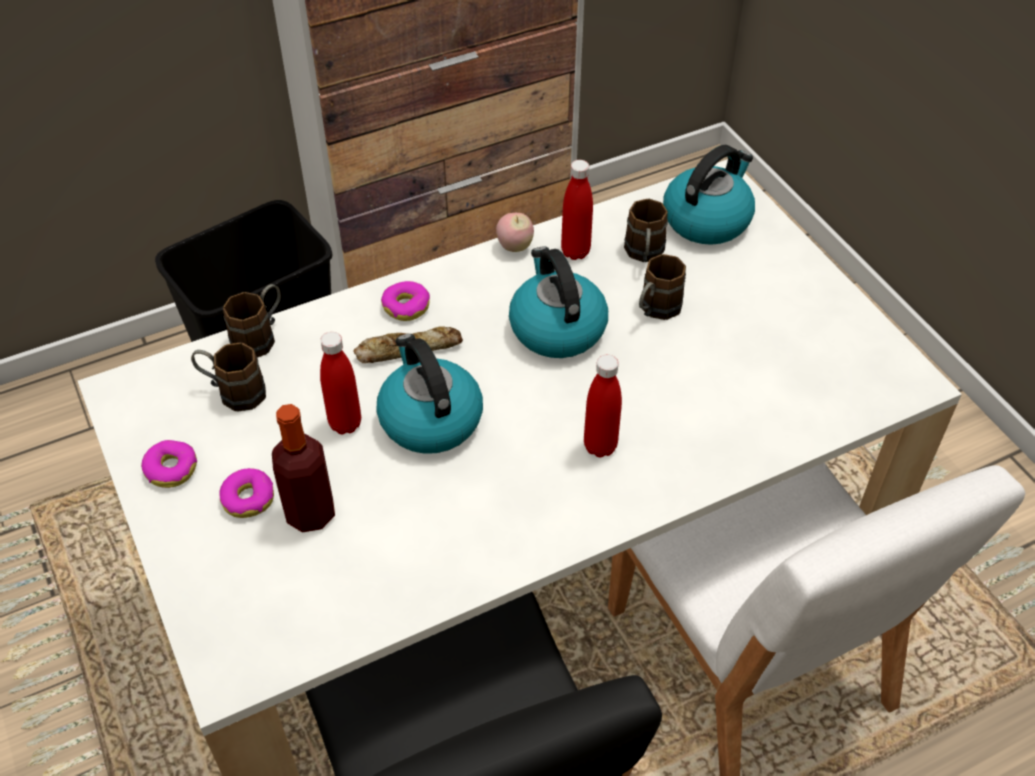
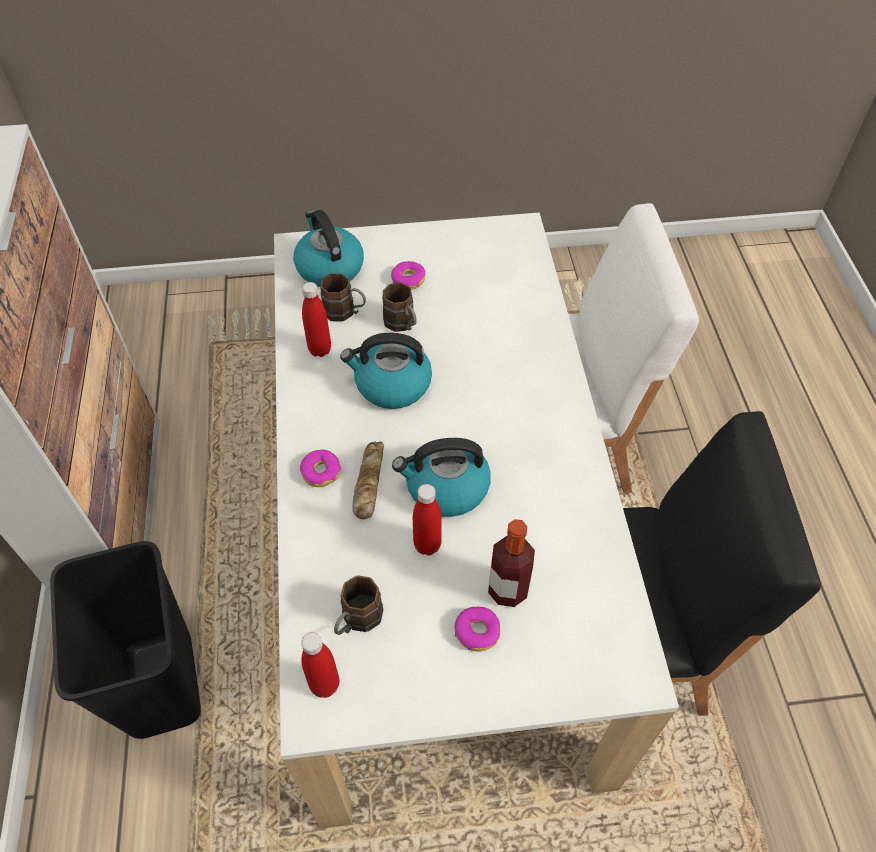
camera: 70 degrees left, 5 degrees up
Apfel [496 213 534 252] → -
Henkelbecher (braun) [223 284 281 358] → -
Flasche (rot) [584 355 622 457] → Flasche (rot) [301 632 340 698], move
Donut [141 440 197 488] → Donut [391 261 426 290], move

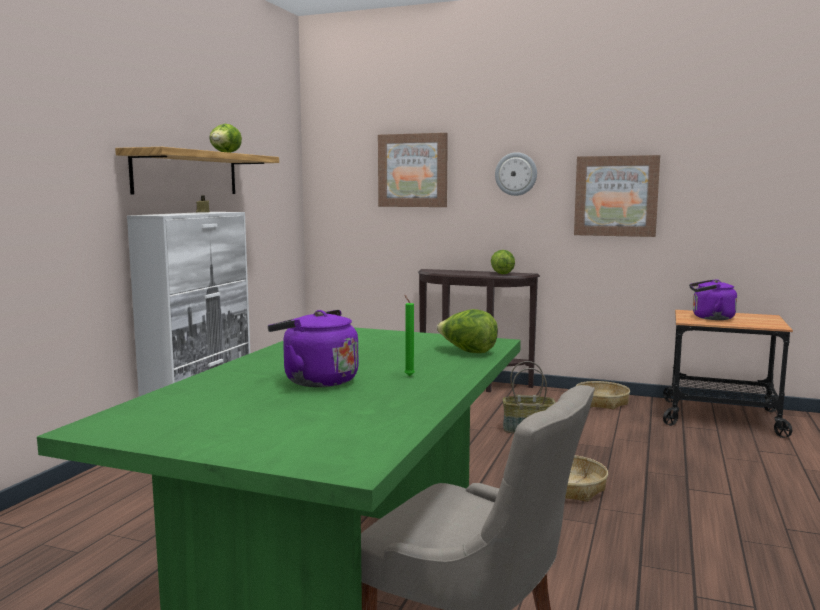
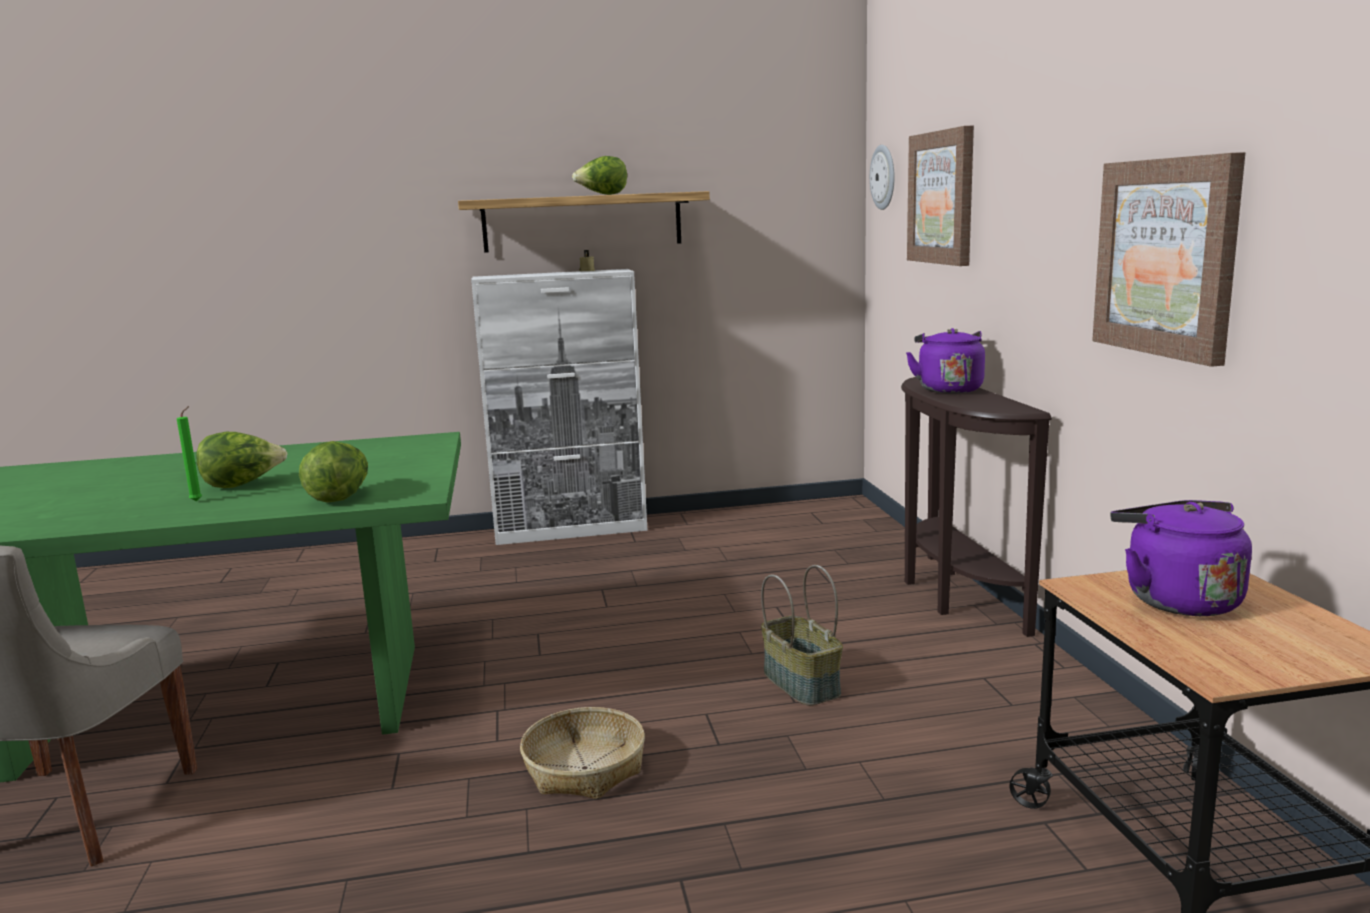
camera: 60 degrees right, 5 degrees up
Wanduhr [495 152 537 196] → Wanduhr [870 145 895 210], move
Salatkopf [491 250 515 274] → Salatkopf [197 432 288 488], move
Wasserkessel (lila) [268 310 358 387] → Wasserkessel (lila) [906 328 985 394], move
Korb [576 381 630 410] → -

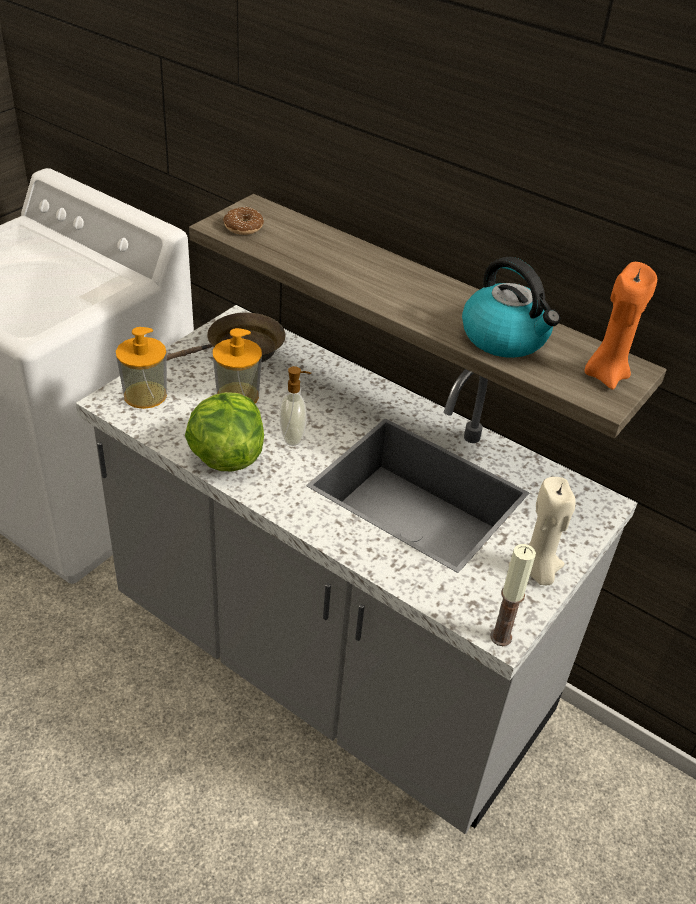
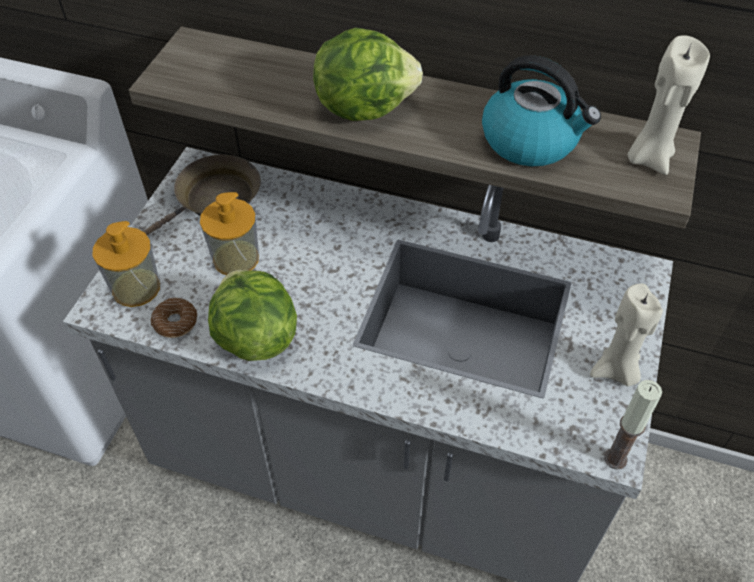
camera: 15 degrees left, 10 degrees up
Donut [223 207 264 235] → Donut [151 298 197 338], move
Kerze (orange) [585 262 657 390] → Kerze (beige) [628 35 710 175]
Seifenspender [280 366 311 446] → -
- → Salatkopf [313 28 423 121]

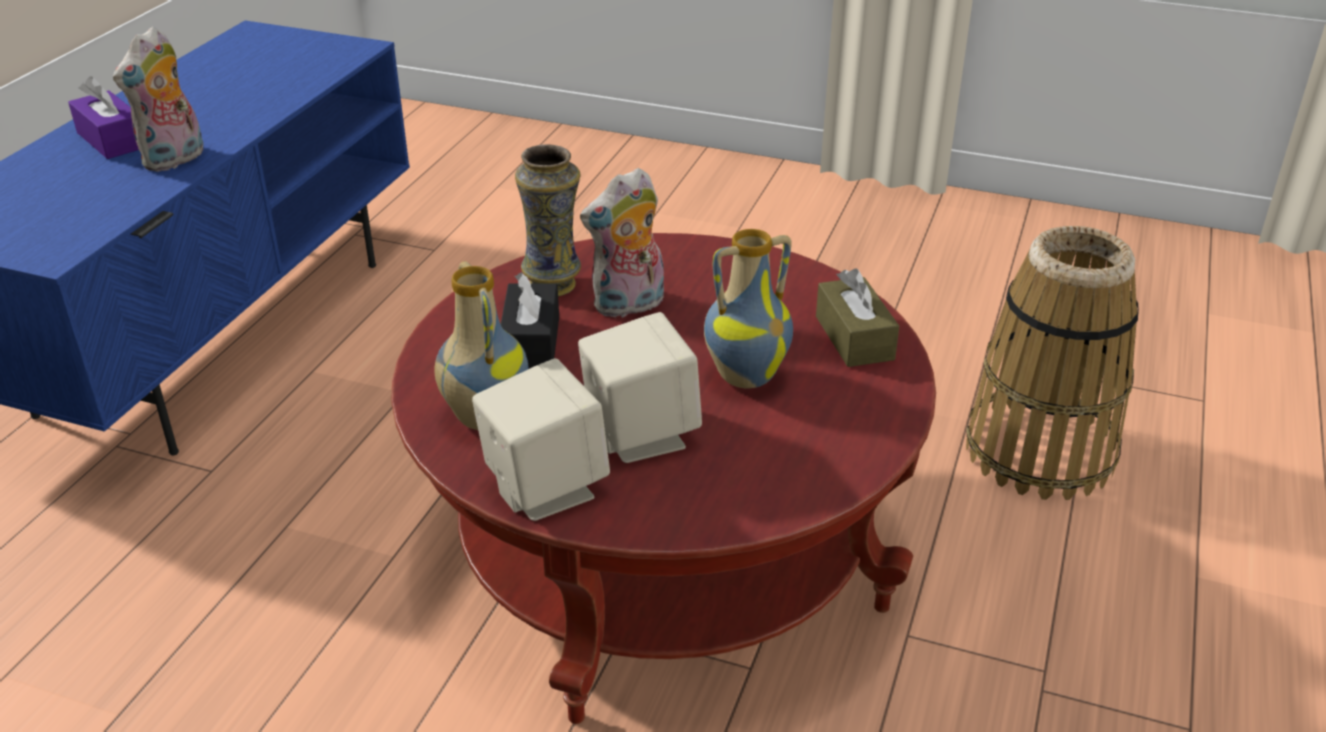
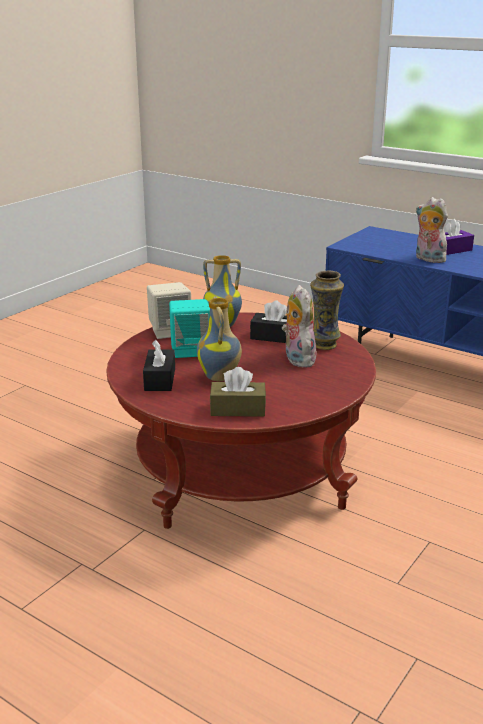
camera: 105 degrees right, 10 degrees down
Korb [966 226 1139 500] → -
Lautsprecher (beige) [578 312 702 463] → Lautsprecher (türkis) [169 299 210 358]
- → Taschentuchbox (schwarz) [143 340 175 391]

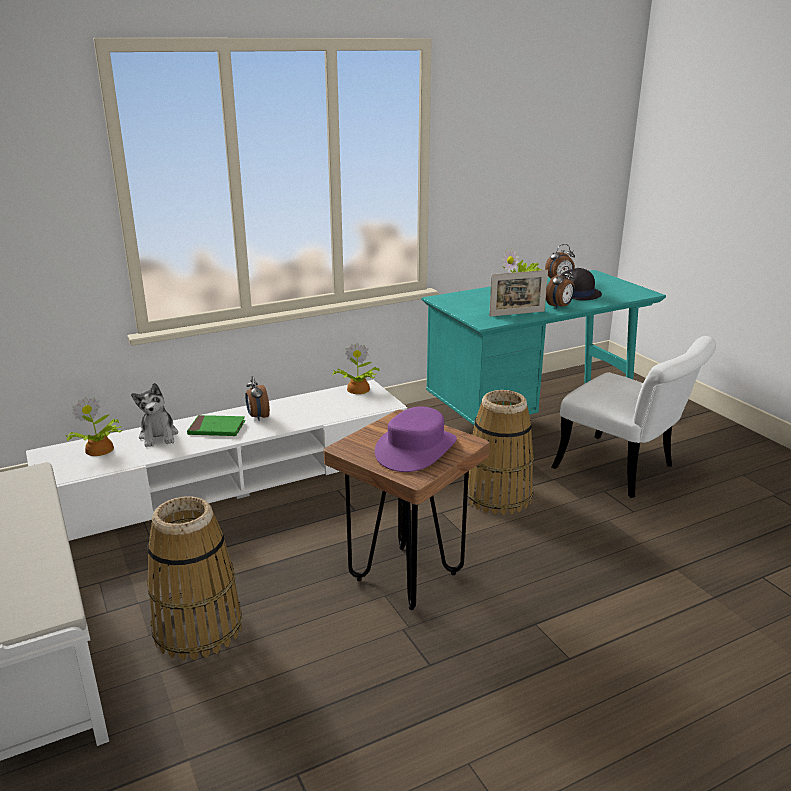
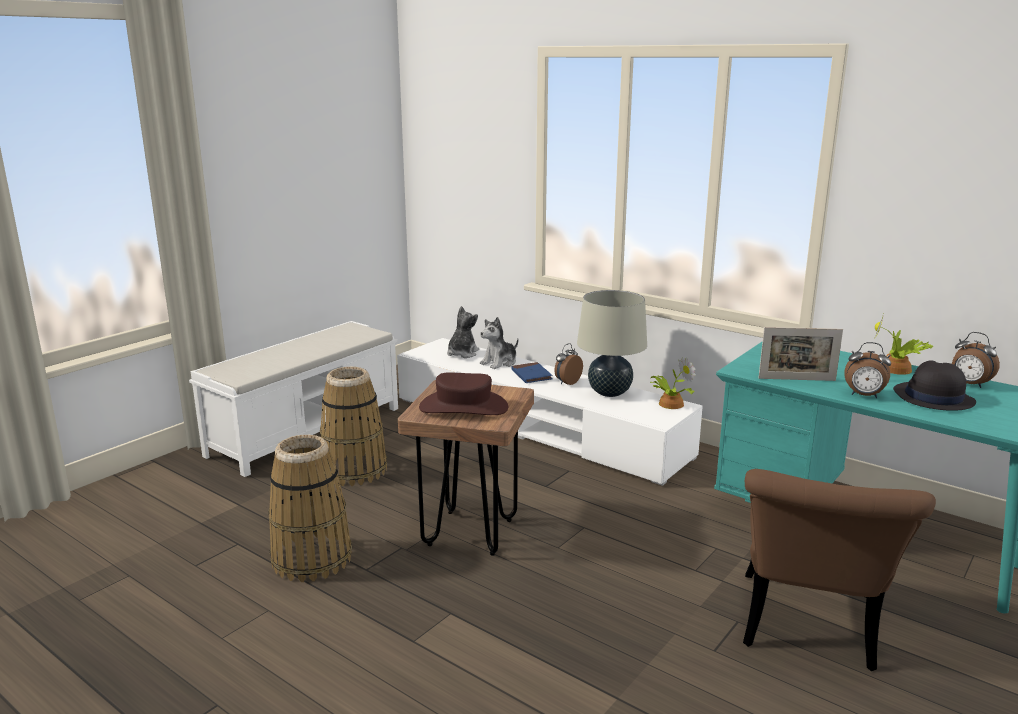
camera: 65 degrees right, 5 degrees down
Bilderrahmen [489 270 548 317] → Bilderrahmen [759 327 843 381], 45 degrees counterclockwise
Stuhl (weiß) [551 336 716 498] → Stuhl (braun) [743 469 936 671]
Korb [467 390 534 515] → Korb [268 435 352 582], move
Topfpflanze [65 397 122 456] → Plüschtier [447 306 479 358]
Hut (lila) [375 407 457 472] → Hut (braun) [419 372 508 415]
Buch (grün) [187 415 246 436] → Buch (blau) [511 362 553 383]
- → Tischlampe (beige) [577 290 647 397]

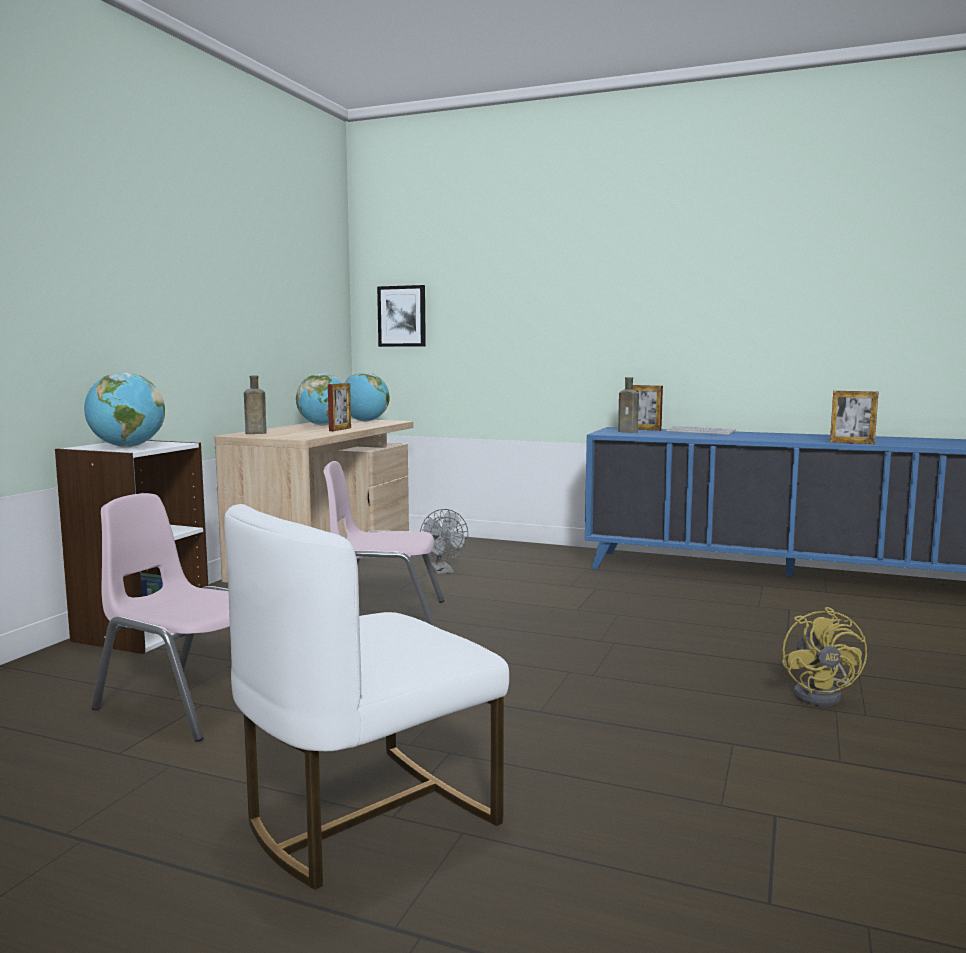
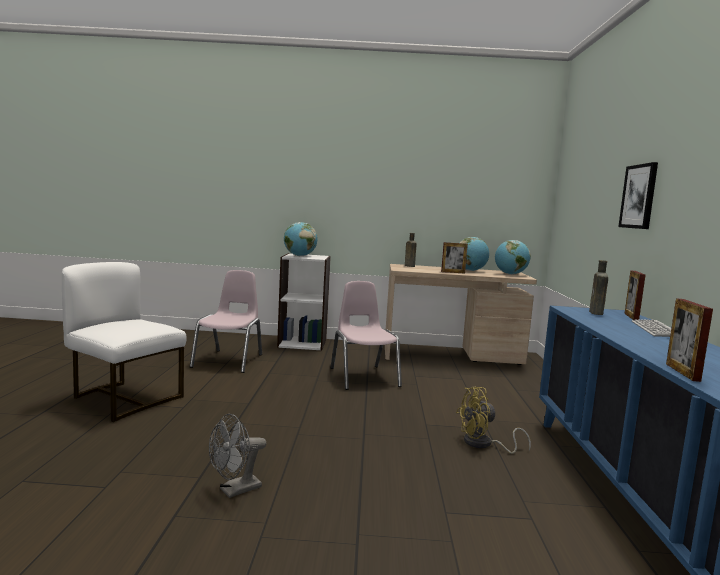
camera: 70 degrees right, 0 degrees up
Bild [377 285 426 347] → Bild [618 162 658 229], move
Ventilator (grau) [420 509 468 574] → Ventilator (grau) [209 414 266 498], move
Ventilator (gelb) [782 607 867 706] → Ventilator (gelb) [456 387 531 454], move

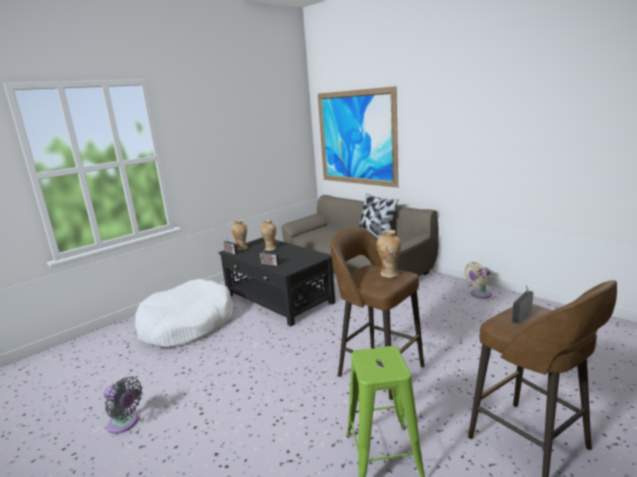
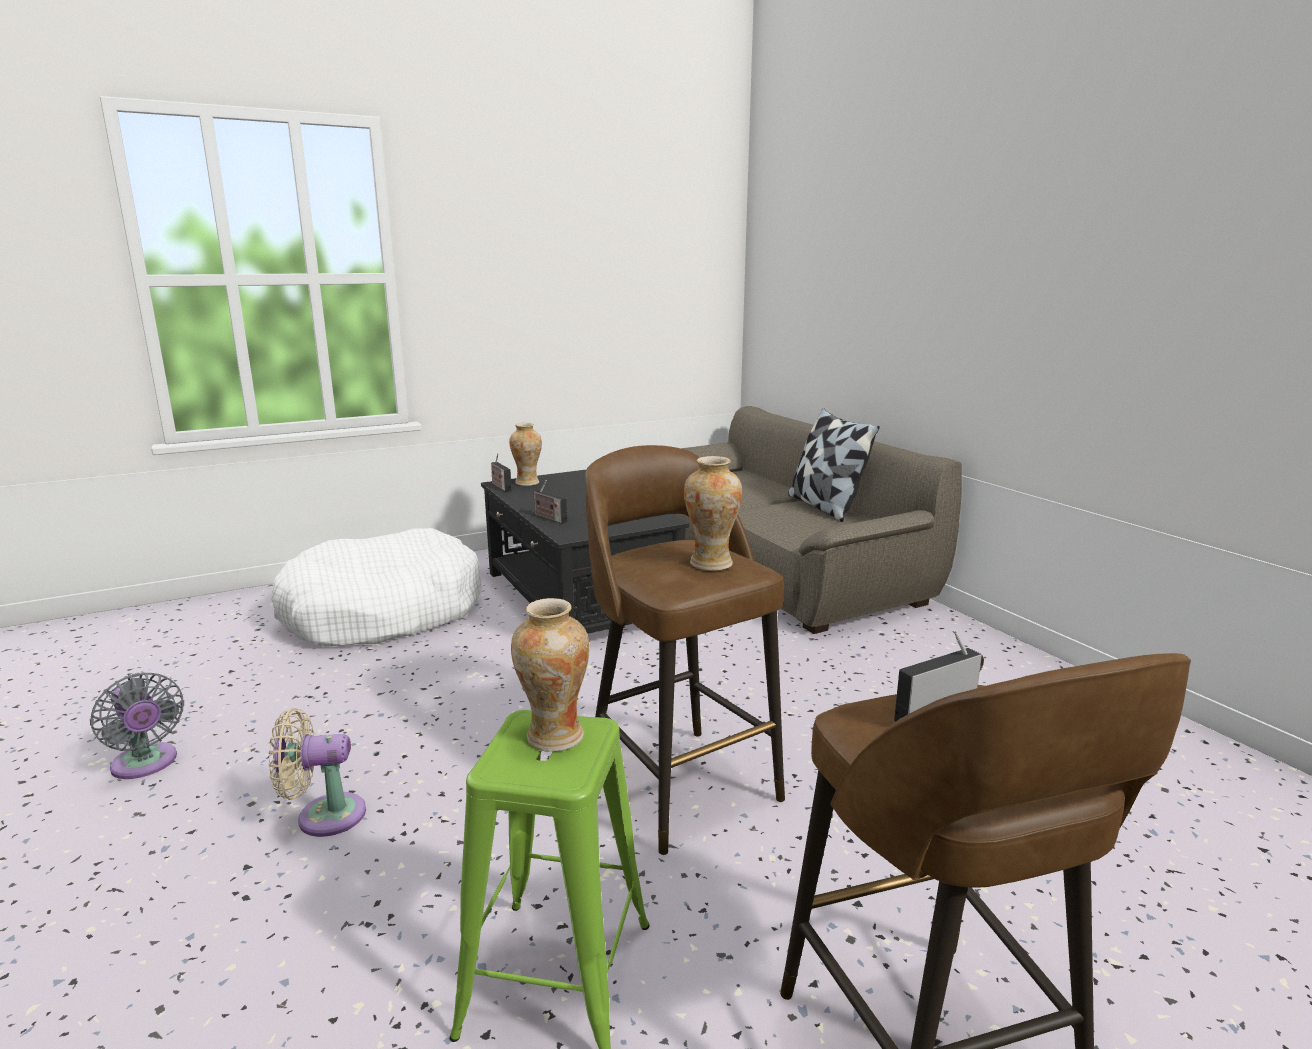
camera: 15 degrees right, 0 degrees up
Bild [318 86 398 188] → -
Vase [260 220 276 251] → Vase [511 598 590 752], move
Ventilator (beige) [464 262 492 299] → Ventilator (beige) [269 708 366 837], move

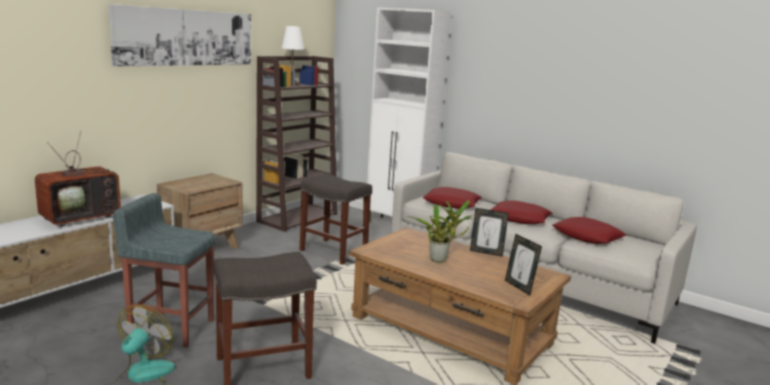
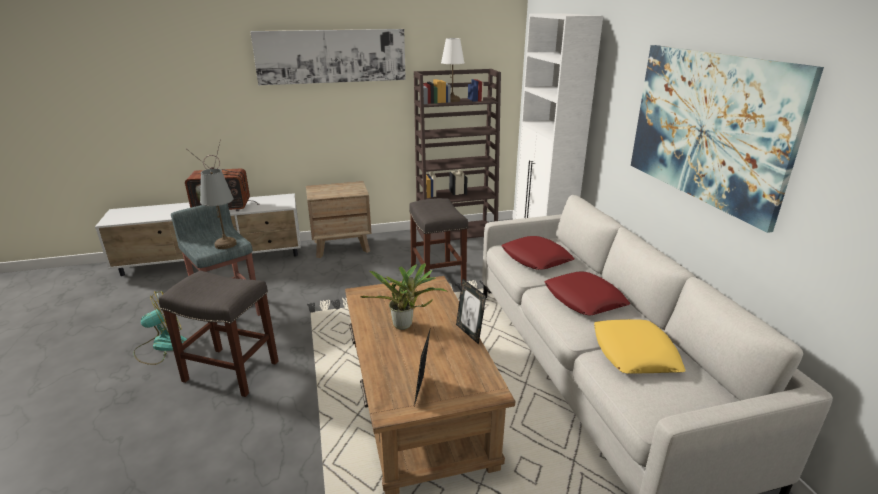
camera: 40 degrees right, 10 degrees up
Kissen (rot) [552 217 626 244] → Kissen (gelb) [594 319 685 374]
- → Bild [631 45 824 233]
- → Tischlampe (grau) [200 169 237 249]

